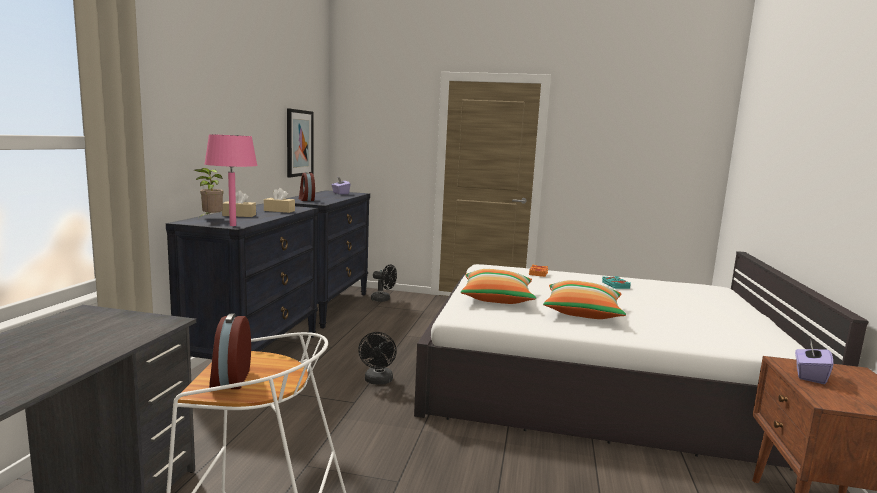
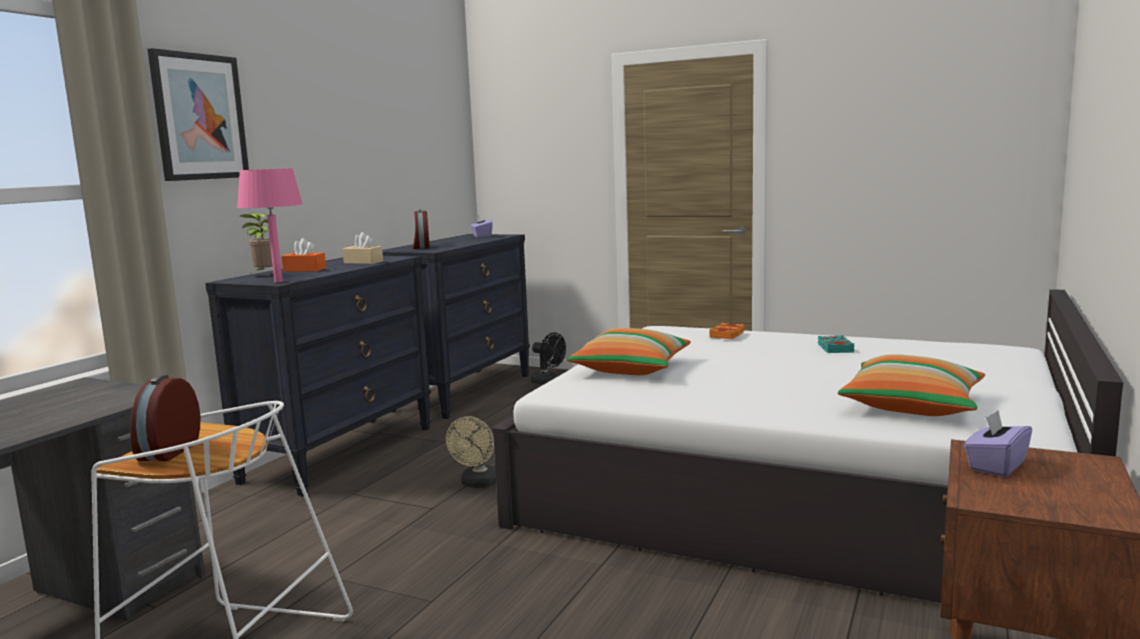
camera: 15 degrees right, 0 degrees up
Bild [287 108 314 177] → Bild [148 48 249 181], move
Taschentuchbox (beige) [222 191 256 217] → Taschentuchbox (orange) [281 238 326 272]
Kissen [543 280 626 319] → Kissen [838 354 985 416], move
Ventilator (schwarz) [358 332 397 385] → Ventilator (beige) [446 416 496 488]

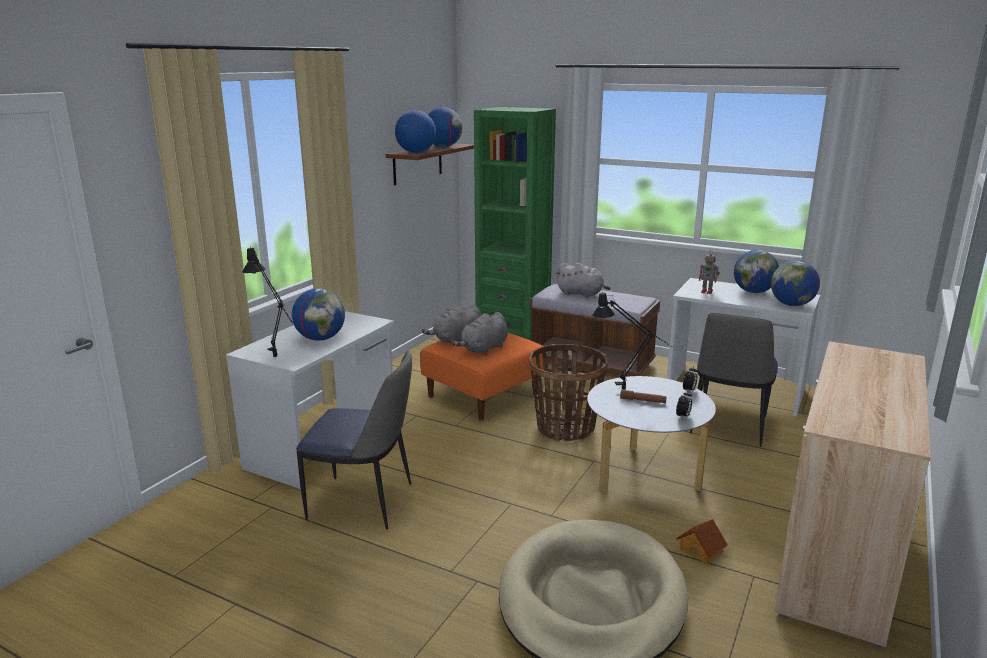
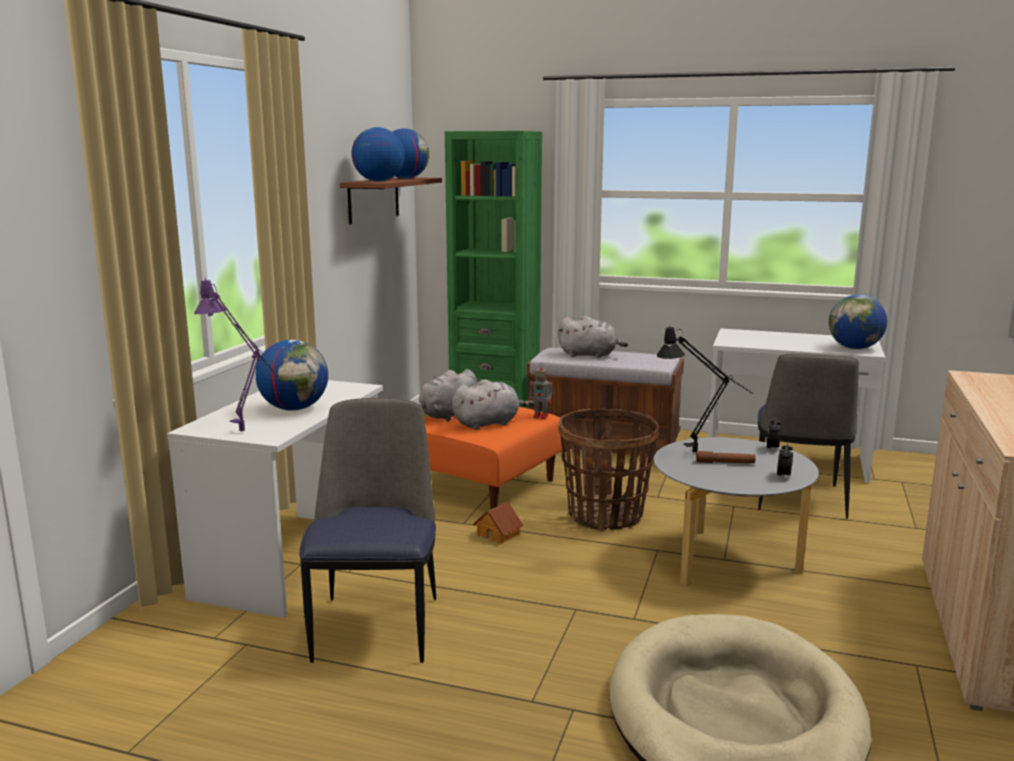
camera: 10 degrees left, 5 degrees down
Tischlampe (schwarz) [242 246 294 357] → Tischlampe (lila) [194 278 281 431]
Spielzeugroboter [699 250 720 294] → Spielzeugroboter [529 363 555 419], move
Globus [734 250 779 293] → -
Plüschtier (grau) [451 312 508 355] → Plüschtier (grau) [452 379 534 430], 150 degrees counterclockwise
Stuhl [296 351 412 529] → Stuhl [299 398 436 663], 90 degrees counterclockwise
Spielzeughaus [676 519 728 565] → Spielzeughaus [473 501 523 544], move

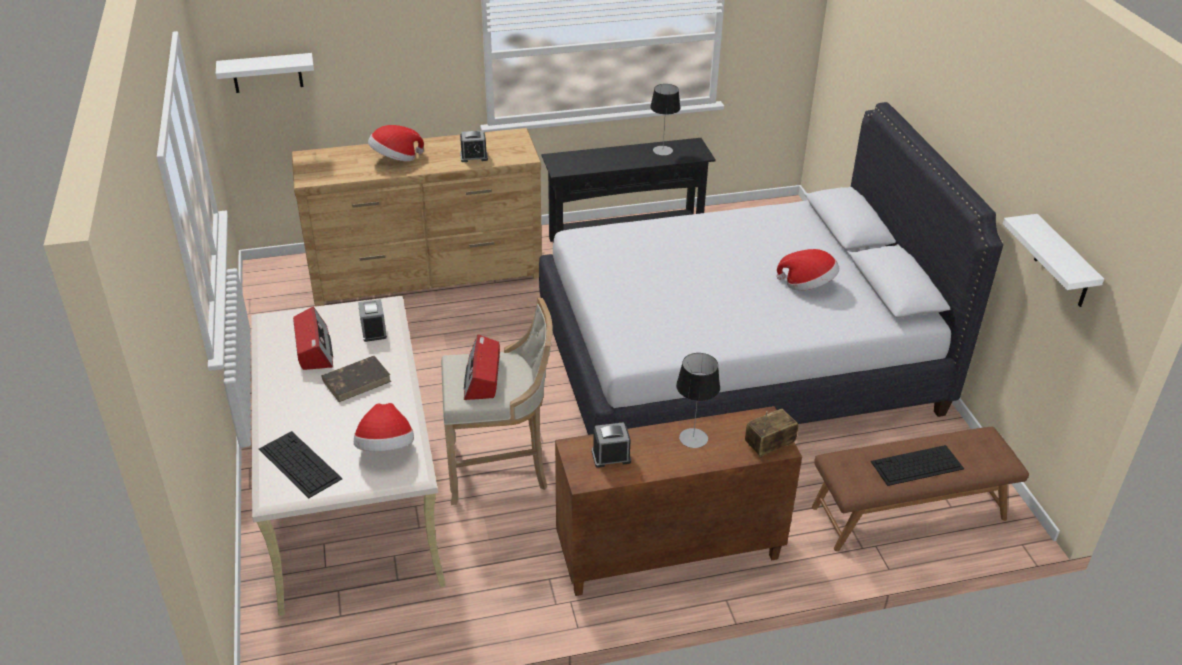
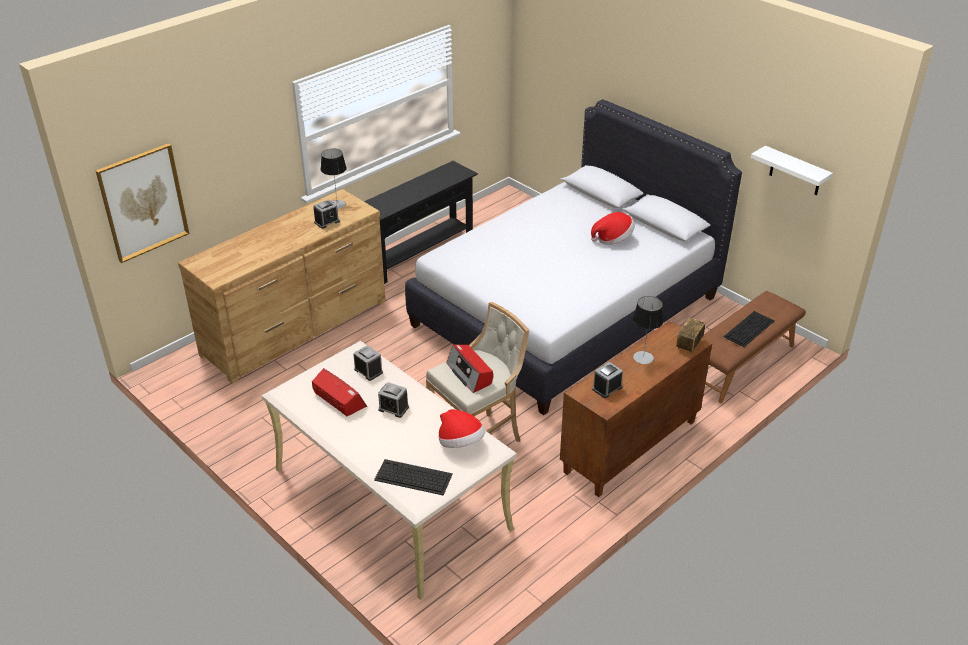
camera: 30 degrees left, 0 degrees up
Wandregal (weiß) [216 53 314 93] → Bild [95 143 189 263]
Tischlampe [650 84 681 155] → Tischlampe [321 149 347 209], move
Hut [368 125 424 162] → -
Buch (braun) [322 356 391 402] → Wecker [378 382 409 418]

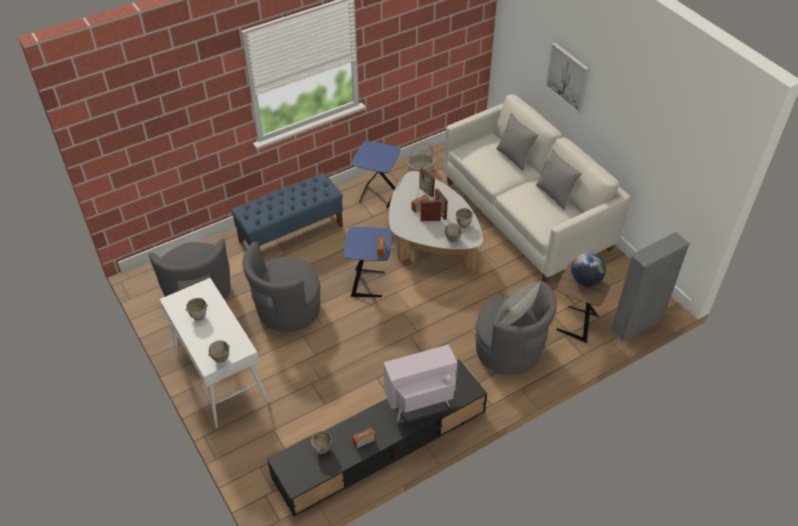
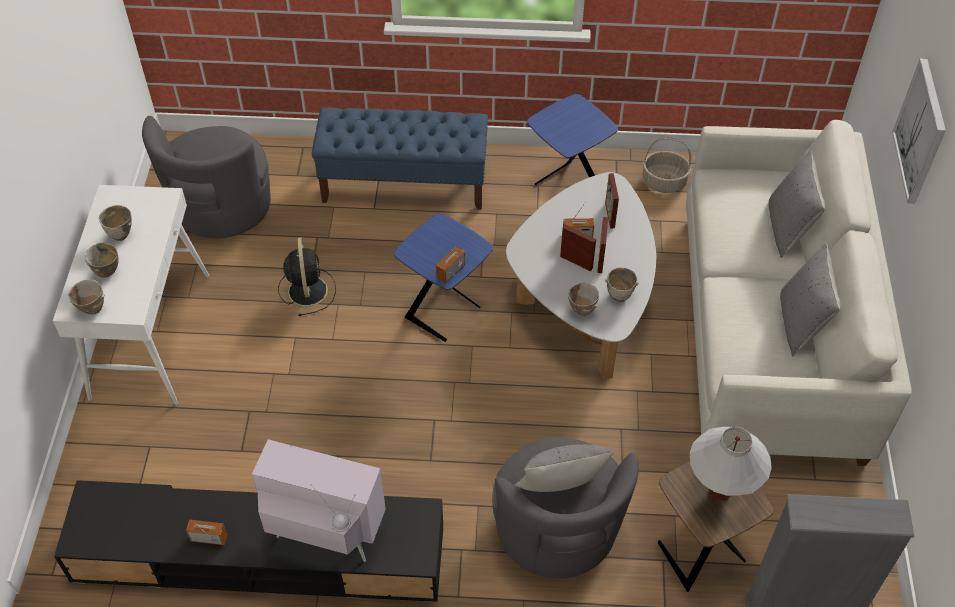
camera: 35 degrees right, 5 degrees up
Sessel (grau) [243 241 320 332] → Ventilator (schwarz) [278 237 336 316]
Globus [571 253 606 286] → Tischlampe (weiß) [690 426 772 501]
Schüssel [311 431 332 454] → Schüssel [85 243 119 278], move

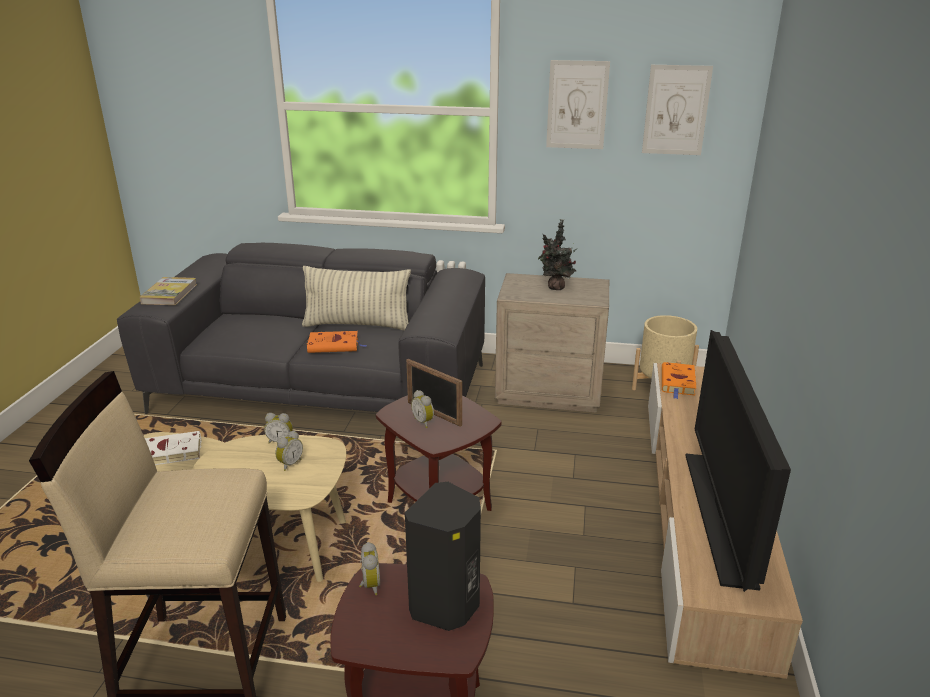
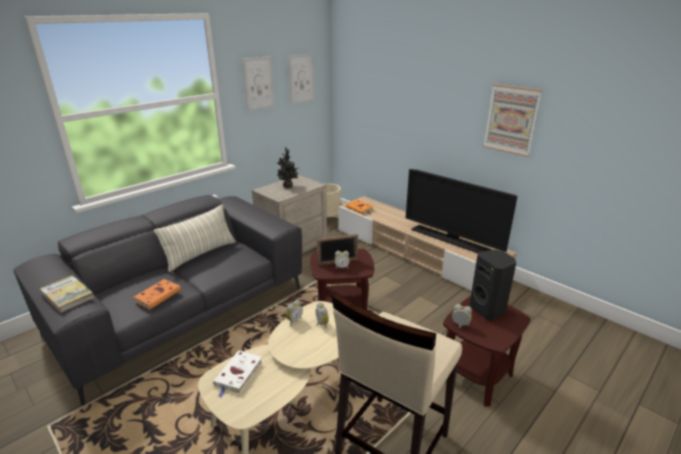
camera: 55 degrees left, 0 degrees up
Buch (orange) [307 331 367 353] → Buch (orange) [133 279 181 309], move
- → Bild [483 84 542 157]

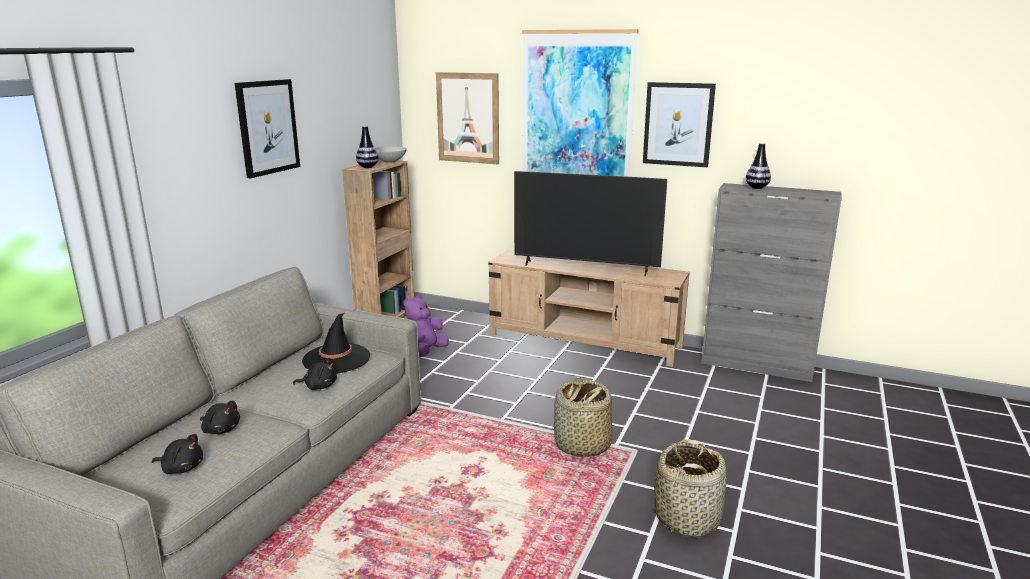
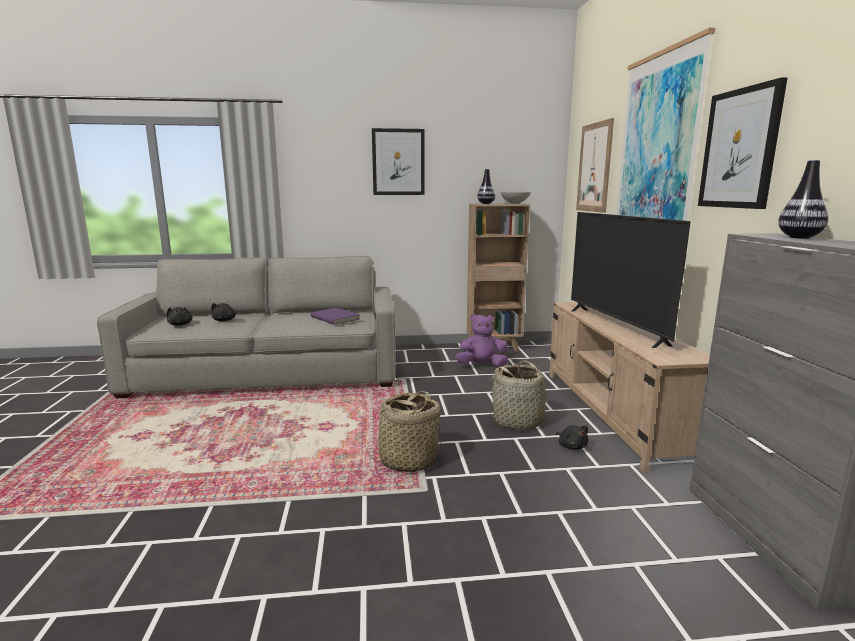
camera: 60 degrees right, 5 degrees down
Hut (schwarz) [302 313 370 374] → Buch (lila) [311 308 360 325]
Plüschtier (schwarz) [293 358 337 390] → Plüschtier (schwarz) [556 425 589 450], move
Korb [654 440 727 538] → Korb [487 360 558 430], move

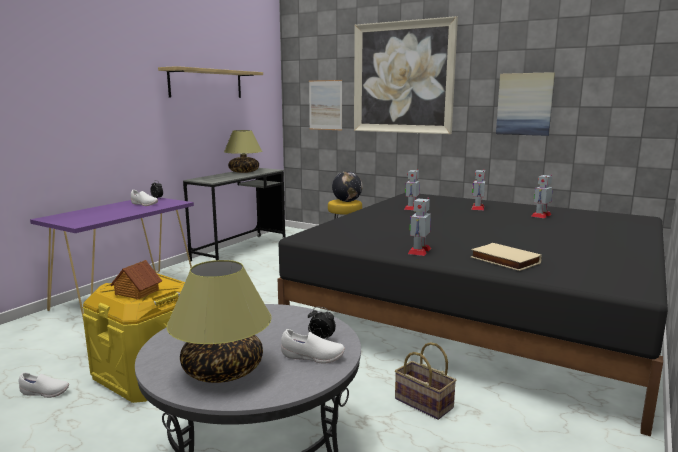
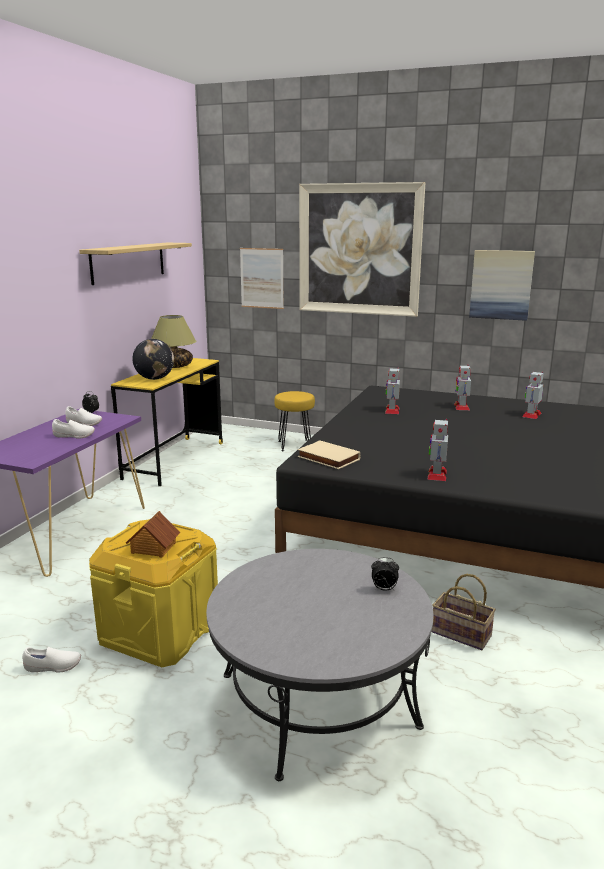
camera: 10 degrees left, 5 degrees up
Schreibtisch (grau) [183 168 286 261] → Schreibtisch (gelb) [111 358 223 486]
Globus [332 171 363 202] → Globus [132 339 174 380], move
Buch (beige) [471 243 542 271] → Buch (beige) [298 440 361 469], move
Tischlampe [167 260 272 383] → -
Schuh (weiß) [281 329 345 363] → Schuh (weiß) [52 419 95 439], move

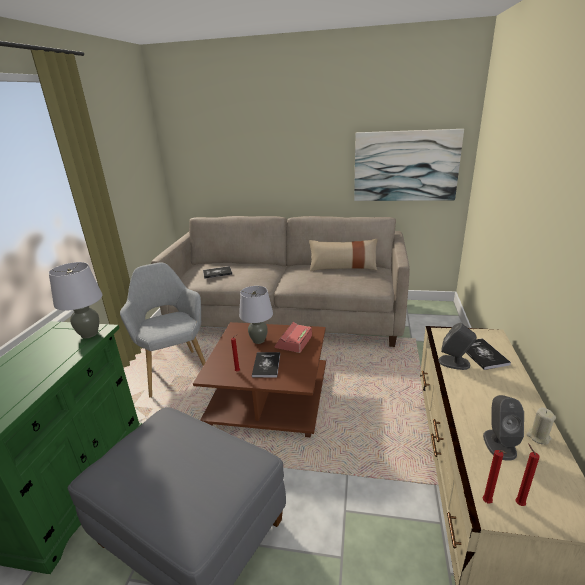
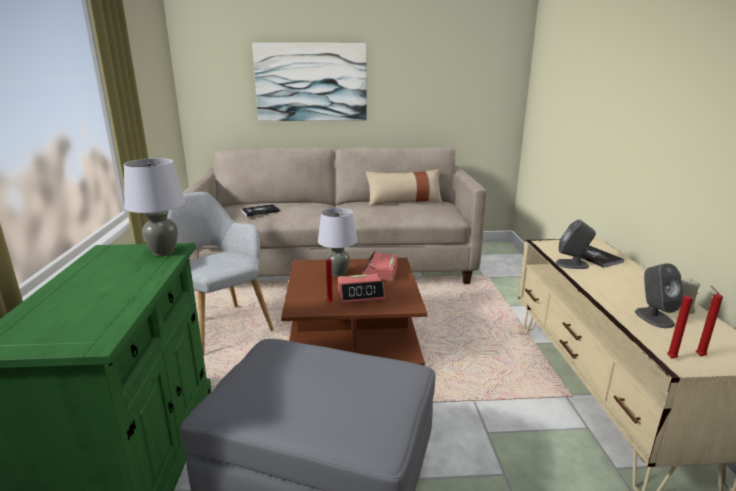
camera: 15 degrees left, 5 degrees down
Bild [354 129 464 201] → Bild [252 43 367 121], move
Buch [252 352 280 378] → Wecker [338 274 385 303]

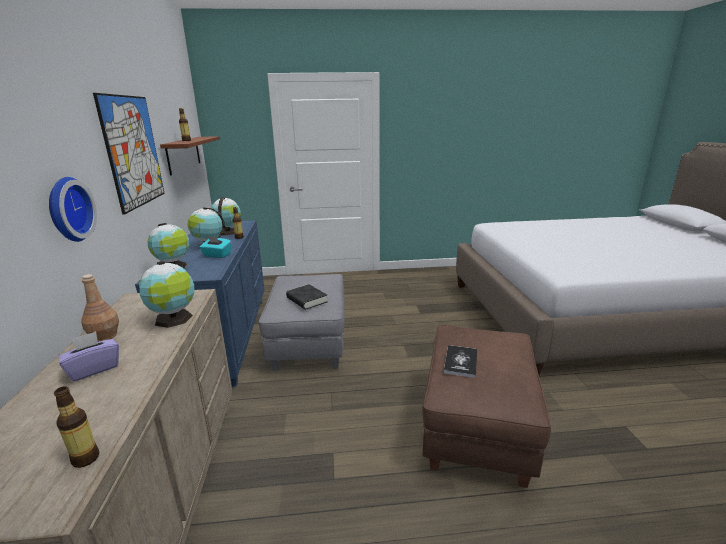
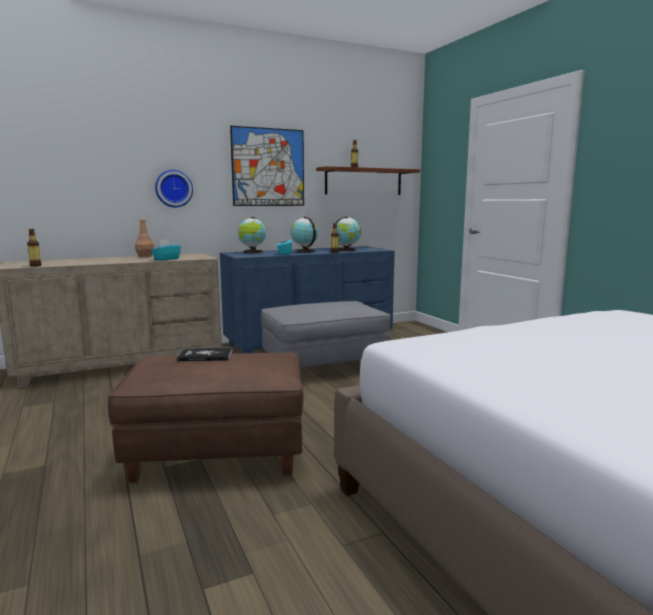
camera: 70 degrees right, 10 degrees down
Globus [139 261 194 328] → Taschentuchbox (türkis) [151 239 181 261]
Buch (schwarz) [286 284 328 310] → -
Taschentuchbox (lila) [59 331 119 381] → -

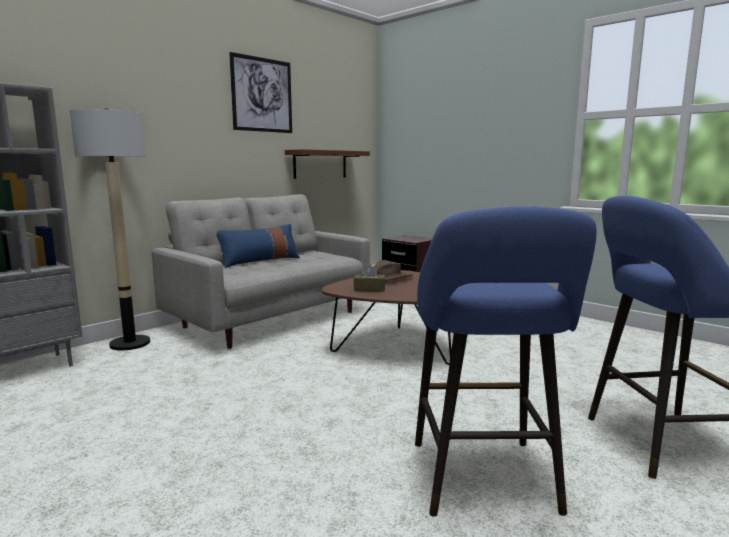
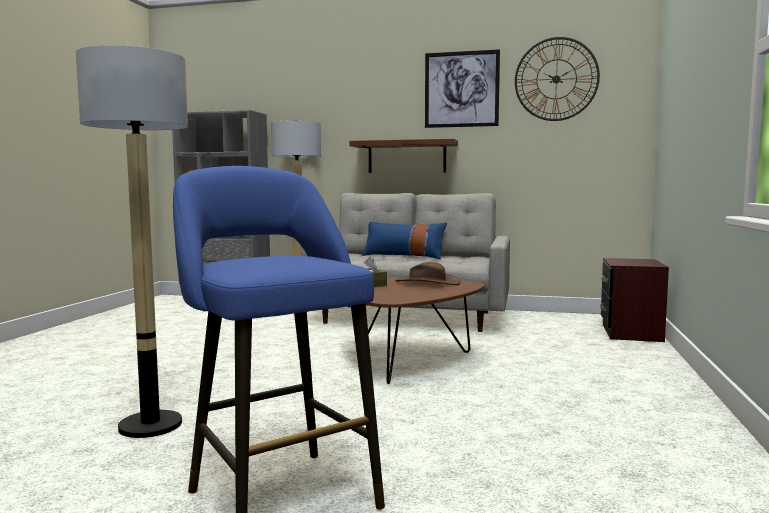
camera: 60 degrees right, 5 degrees down
Wandregal (braun) [285 149 370 179] → Wandregal (braun) [350 139 458 173], move
Hocker (blau) [415 206 597 517] → Stehlampe [76 45 188 438]
- → Wanduhr [515 37 600 121]

